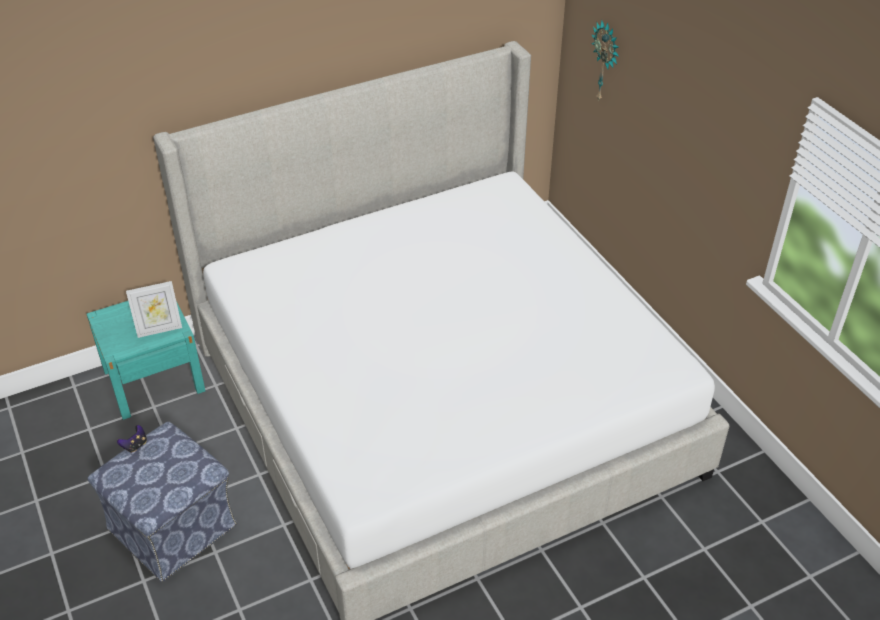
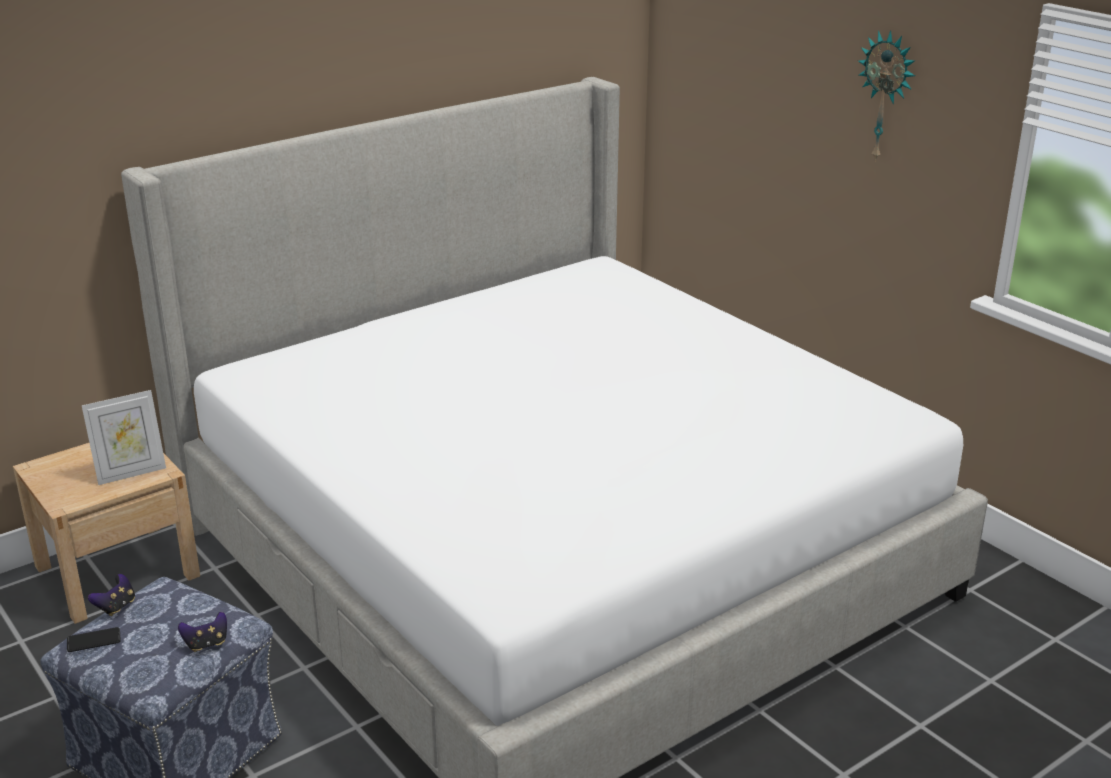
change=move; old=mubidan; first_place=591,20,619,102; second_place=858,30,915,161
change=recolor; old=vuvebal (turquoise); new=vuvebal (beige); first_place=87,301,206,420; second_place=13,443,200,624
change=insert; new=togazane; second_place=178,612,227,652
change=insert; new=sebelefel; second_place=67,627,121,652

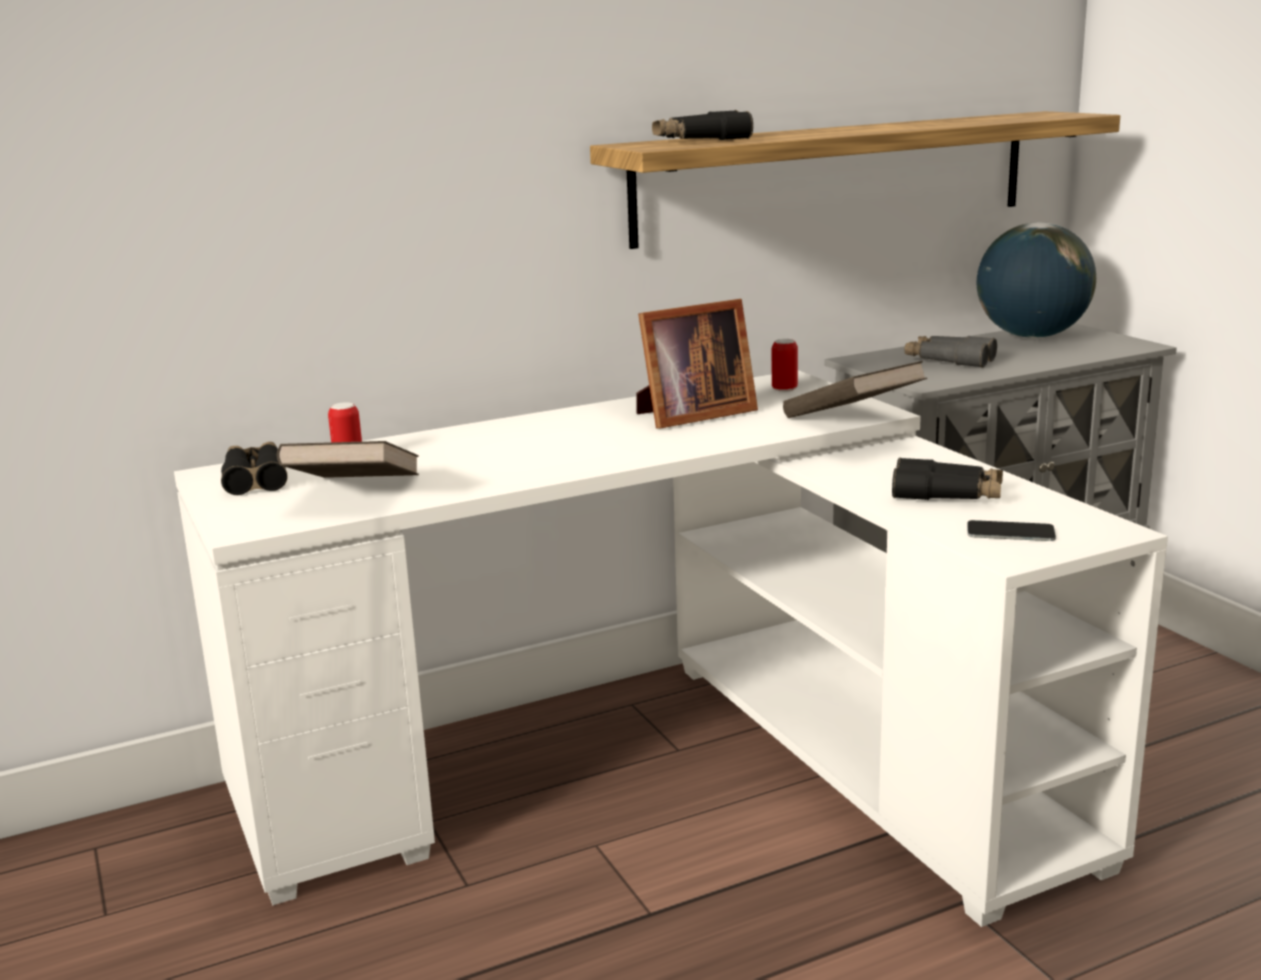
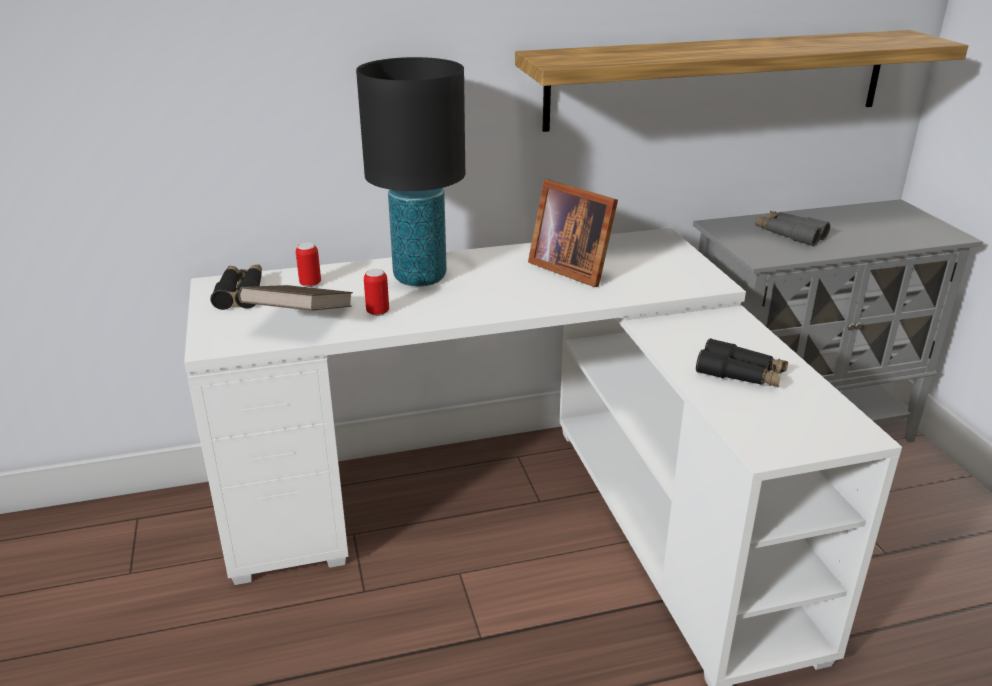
change=delete; old=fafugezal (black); first_place=652,110,753,140
change=delete; old=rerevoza; first_place=977,222,1096,338
change=rotate; old=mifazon; first_place=636,299,758,429; second_place=528,179,618,287; degrees=60
change=move; old=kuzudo; first_place=772,339,798,392; second_place=364,269,389,316
change=delete; old=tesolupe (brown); first_place=783,361,927,418
change=delete; old=sebelefel; first_place=967,520,1056,541
change=insert; new=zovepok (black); second_place=356,57,465,287

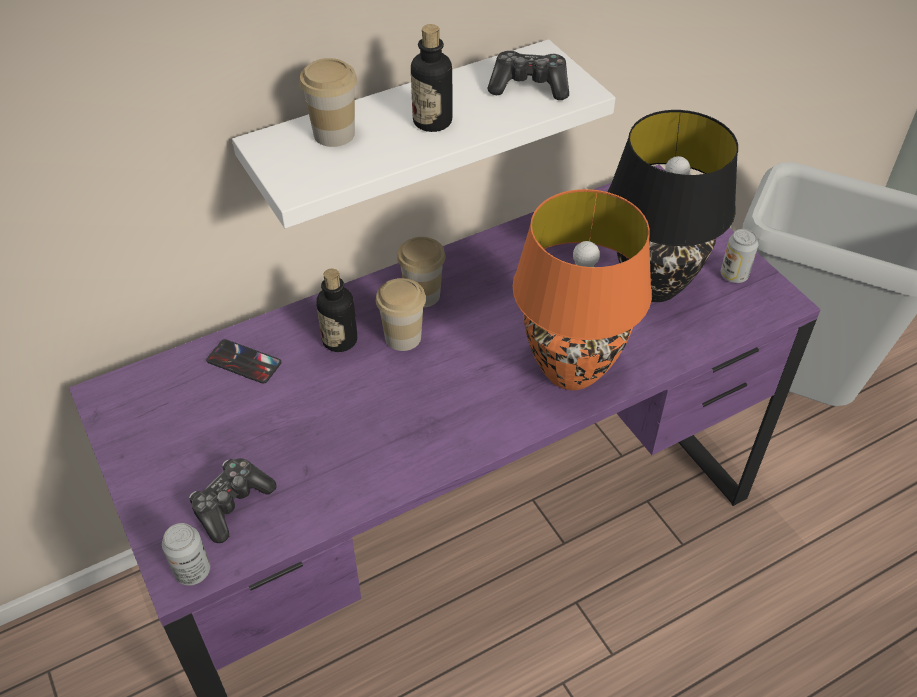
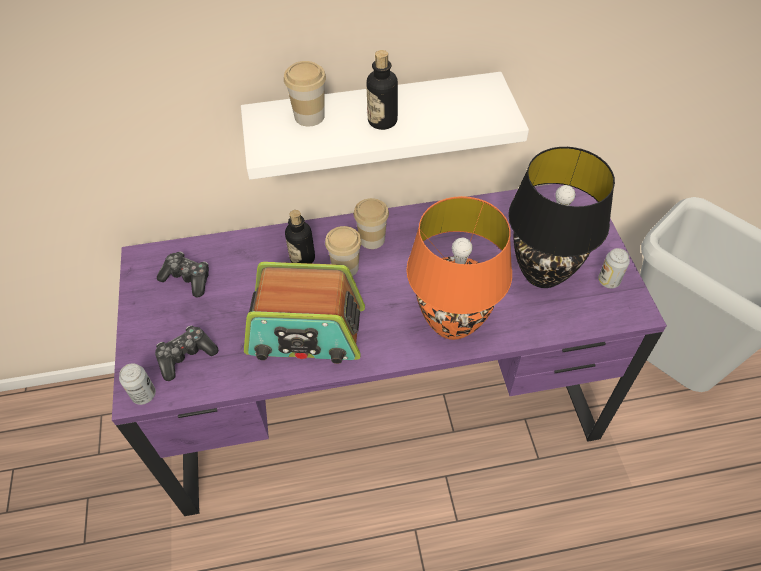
change=move; old=togazane; first_place=488,50,569,100; second_place=157,251,209,298
change=delete; old=sebelefel; first_place=206,339,281,384
change=insert; new=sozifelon; second_place=244,262,365,364

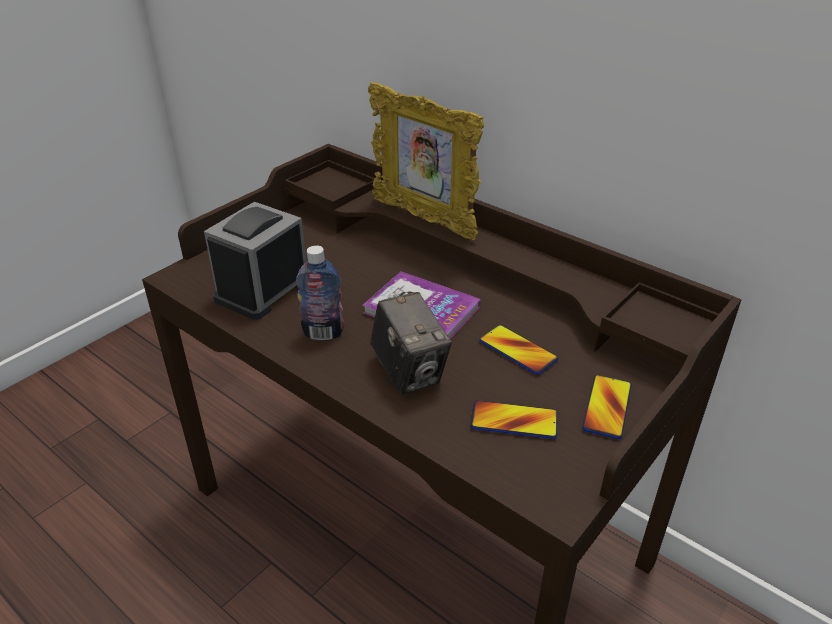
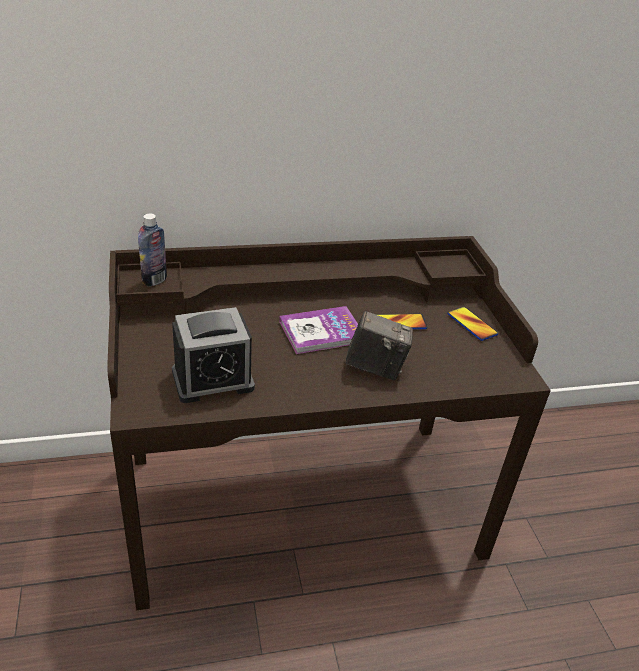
change=delete; old=mifazon; first_place=368,82,484,240
change=rotate; old=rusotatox; first_place=204,202,306,320; second_place=172,307,255,403; degrees=-90
change=move; old=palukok; first_place=296,245,344,341; second_place=138,214,167,287
change=delete; old=sebelefel; first_place=470,400,558,439

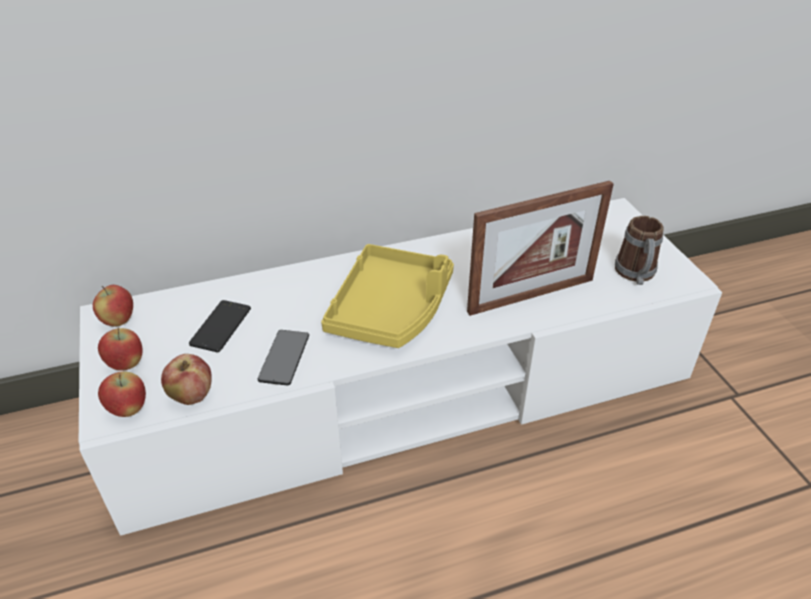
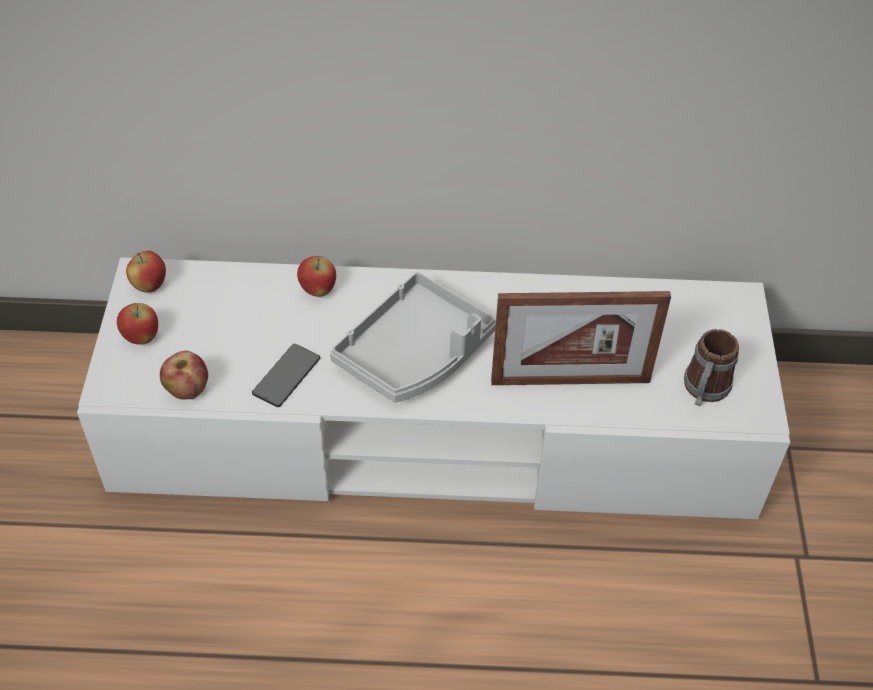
change=recolor; old=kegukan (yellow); new=kegukan (grey); first_place=321,244,454,348; second_place=330,272,496,402
change=delete; old=sebelefel; first_place=189,300,251,352
change=move; old=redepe; first_place=98,371,146,417; second_place=297,256,336,297

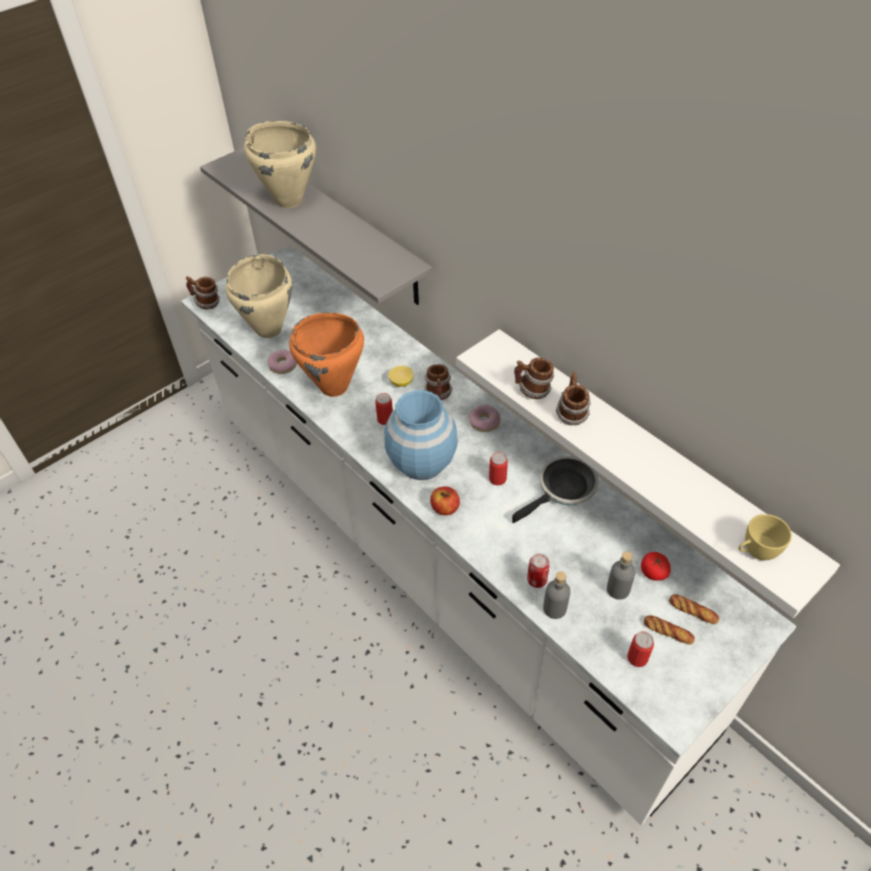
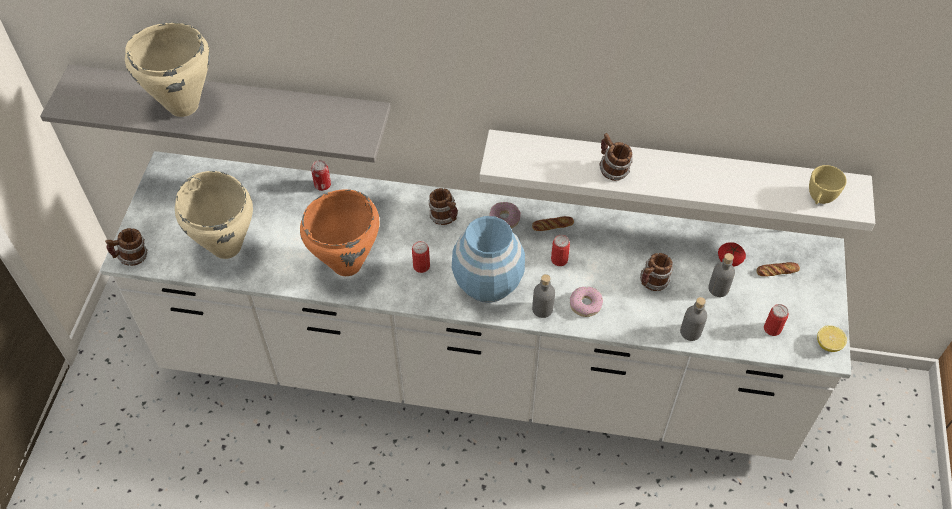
change=move; old=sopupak; first_place=268,350,297,374; second_place=570,287,603,317
change=move; old=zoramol; first_place=514,358,554,399; second_place=640,253,673,291
change=move; old=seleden; first_place=388,366,414,387; second_place=817,325,847,352
change=delete; old=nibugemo; first_place=512,456,599,523
change=replace; old=redepe; new=palukok (grey); first_place=430,486,460,515; second_place=532,274,555,318
change=move; old=kuzudo; first_place=527,553,550,588; second_place=311,160,331,191
change=move; old=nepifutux; first_place=644,615,695,645; second_place=532,216,574,231

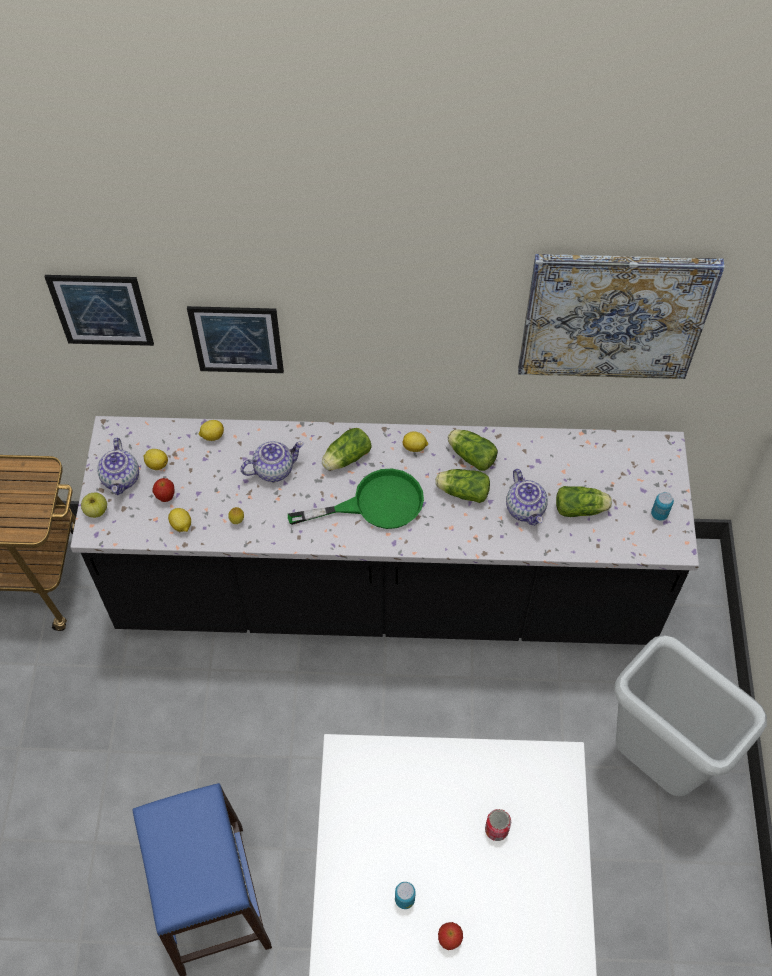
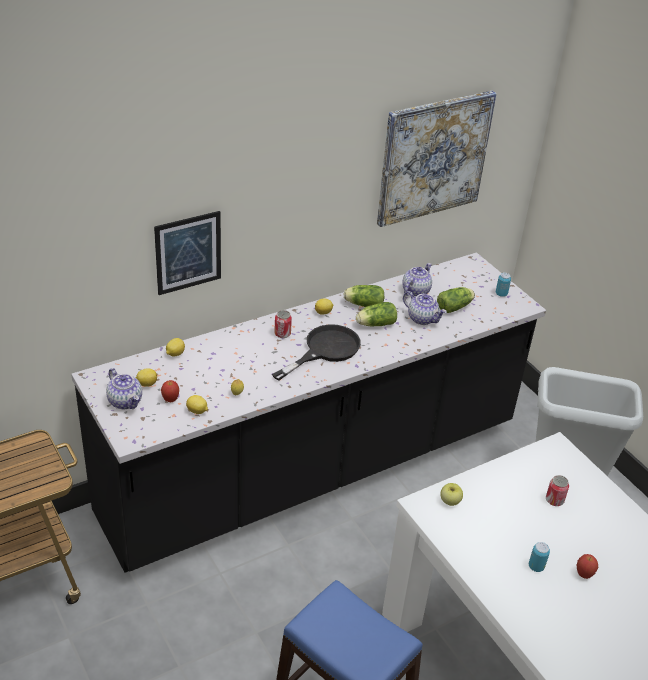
change=delete; old=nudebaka; first_place=45,275,154,346
change=replace; old=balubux; new=kuzudo; first_place=322,428,372,470; second_place=274,310,292,338
change=move; old=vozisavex; first_place=241,441,304,482; second_place=402,263,432,296
change=recolor; old=nibugemo (green); new=nibugemo (black); first_place=288,468,424,529; second_place=272,324,361,381
change=move; old=redepe; first_place=81,493,107,518; second_place=440,483,463,506

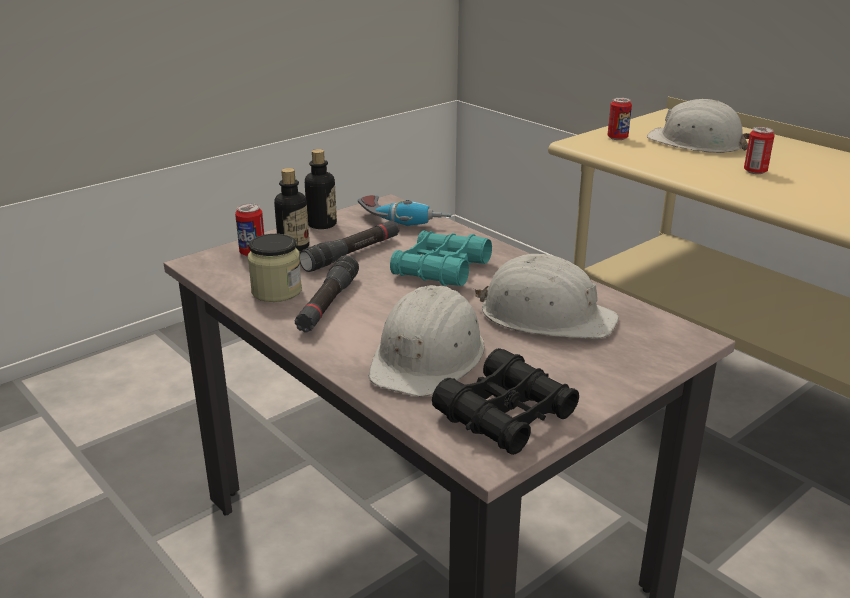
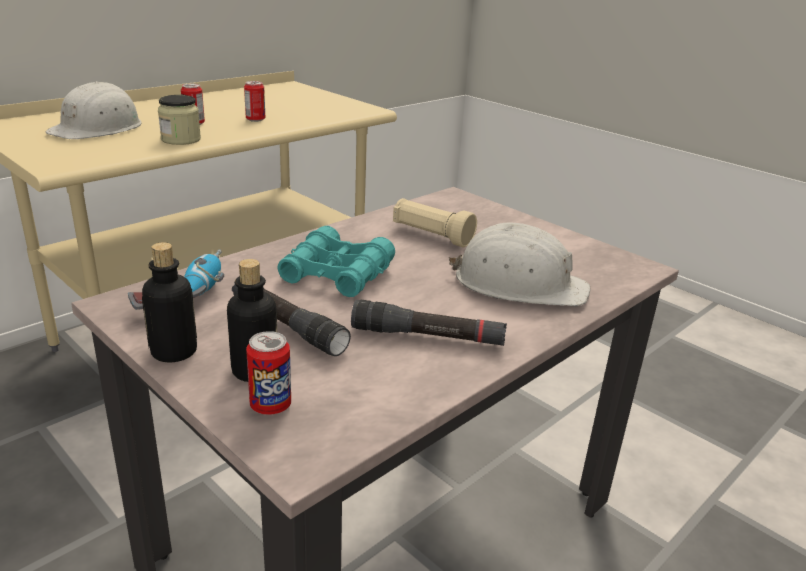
change=move; old=kuzudo; first_place=607,98,632,140; second_place=244,81,265,122
change=move; old=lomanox; first_place=248,234,302,302; second_place=158,95,201,145
change=replace; old=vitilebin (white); new=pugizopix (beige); first_place=475,254,619,339; second_place=393,198,477,247
change=delete; old=fafugezal (black); first_place=432,348,579,455

